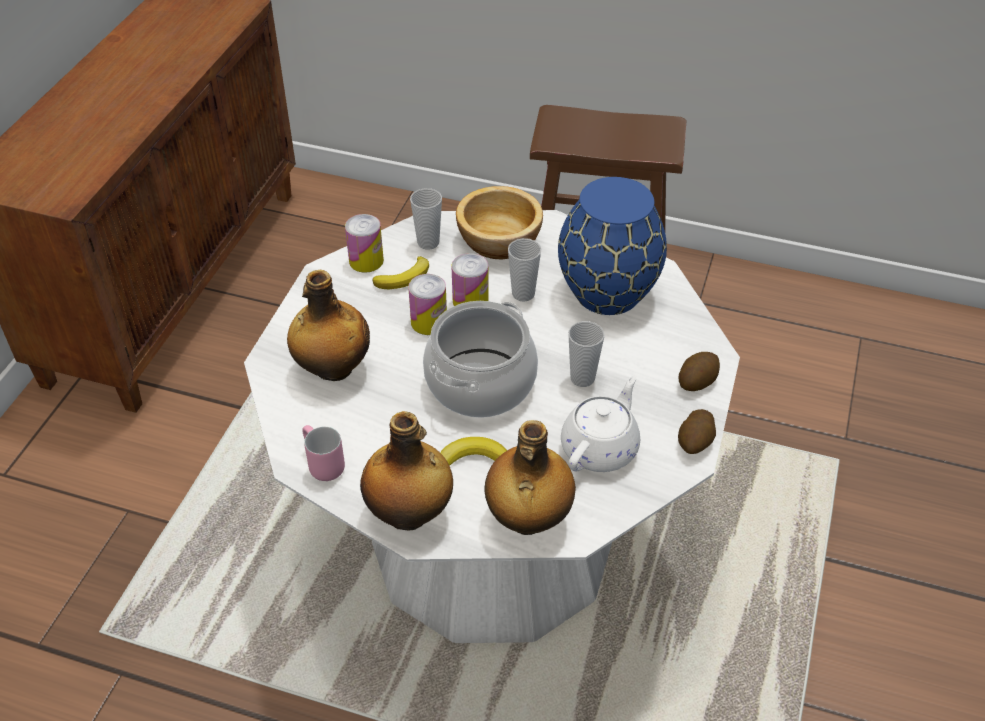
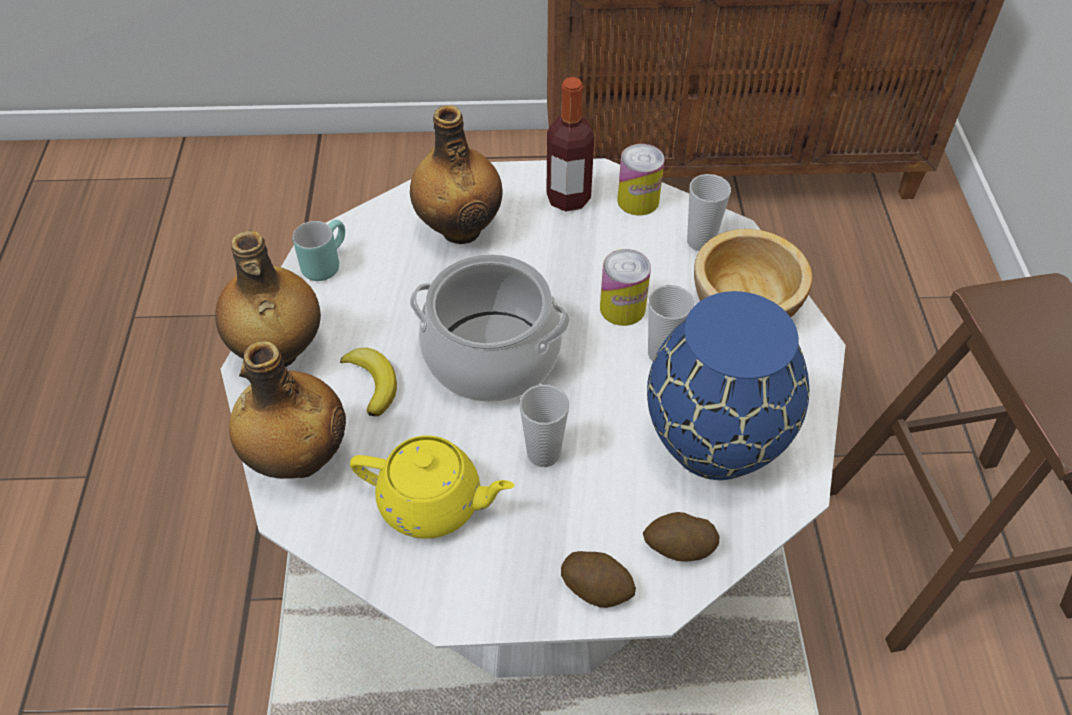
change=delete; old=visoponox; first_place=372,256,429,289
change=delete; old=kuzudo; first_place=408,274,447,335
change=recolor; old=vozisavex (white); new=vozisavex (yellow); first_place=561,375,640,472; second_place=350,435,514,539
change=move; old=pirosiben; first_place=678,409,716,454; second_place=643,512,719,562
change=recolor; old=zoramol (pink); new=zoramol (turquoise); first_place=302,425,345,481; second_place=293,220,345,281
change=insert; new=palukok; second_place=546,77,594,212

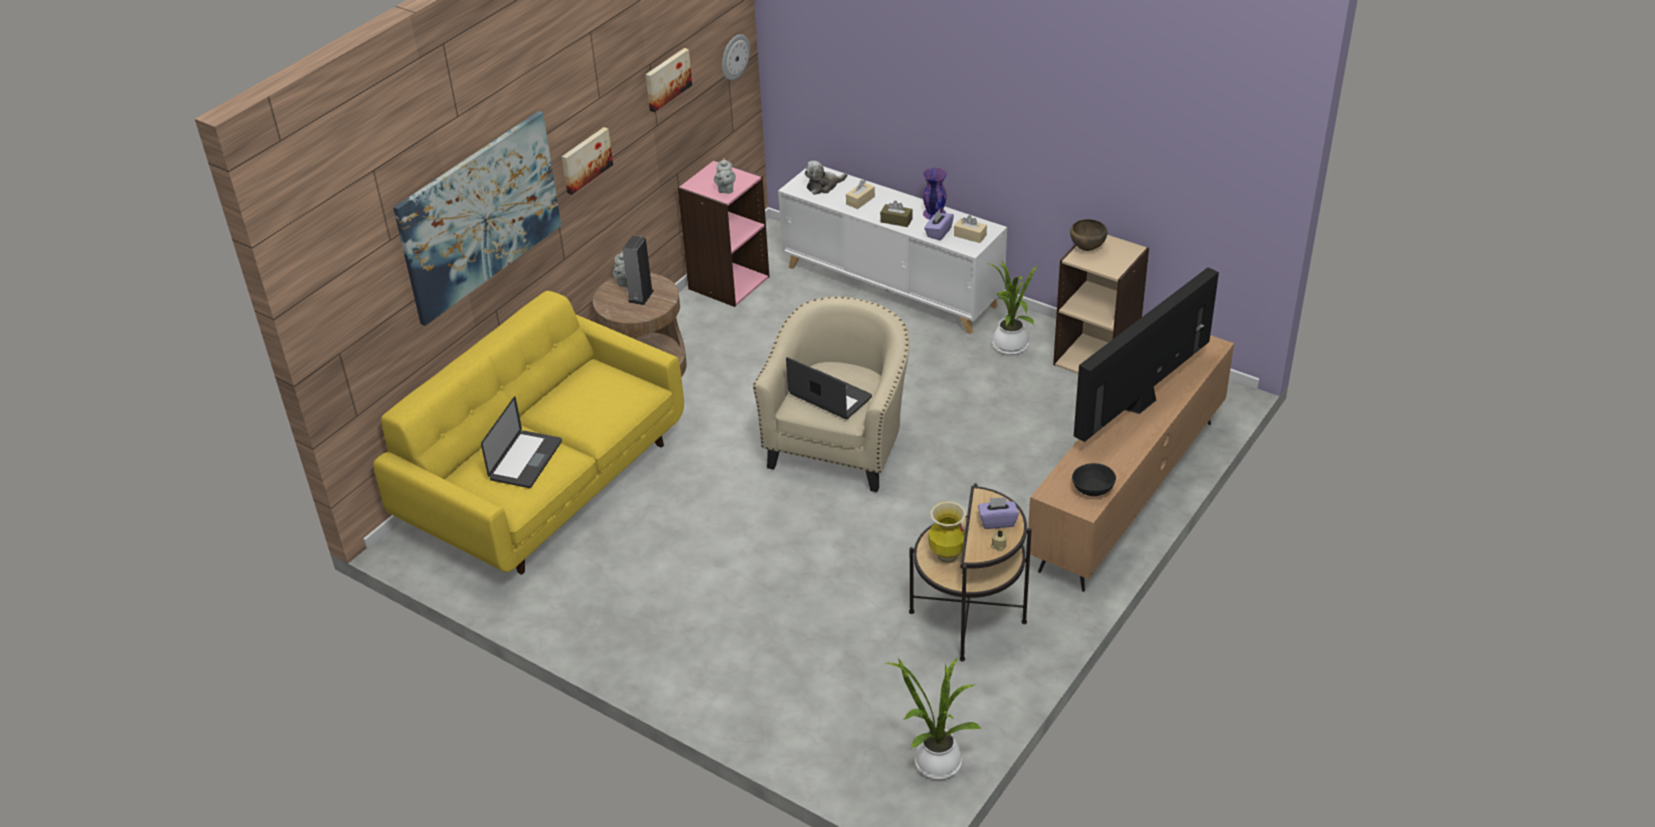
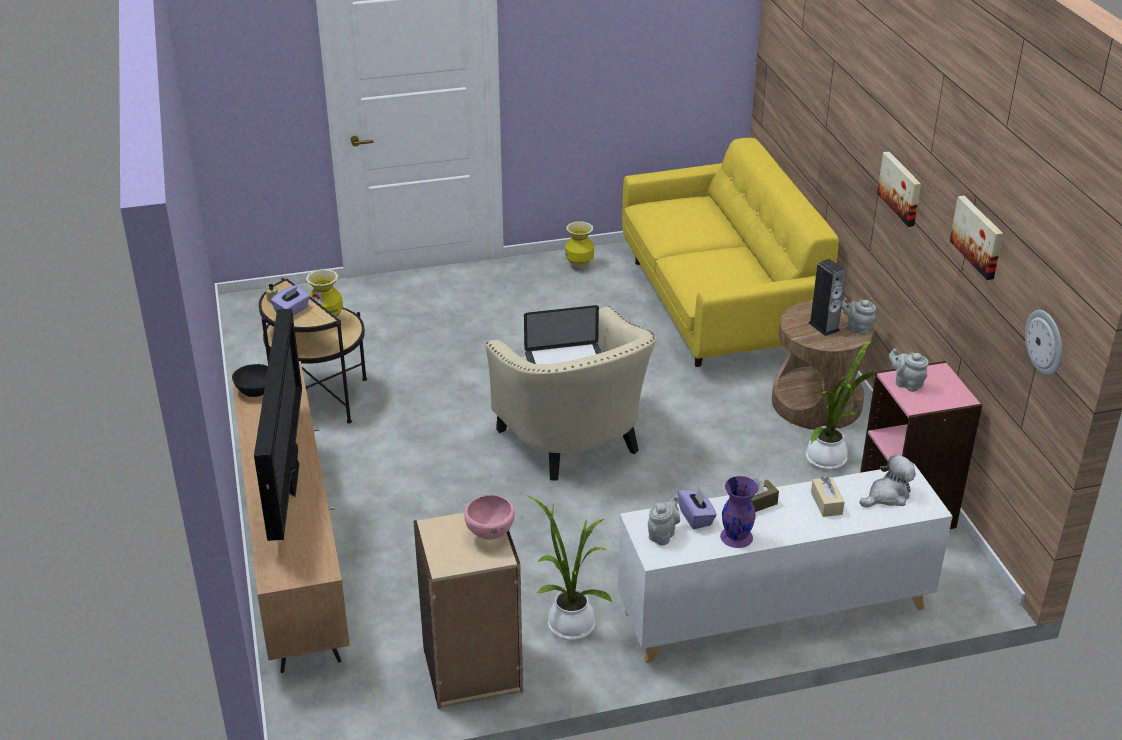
change=delete; old=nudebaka; first_place=393,111,561,326
change=rotate; old=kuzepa; first_place=804,161,847,195; second_place=859,454,916,508; degrees=45
change=replace; old=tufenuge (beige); new=vozisavex (grey); first_place=954,215,987,243; second_place=648,495,680,546
change=recolor; old=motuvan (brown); new=motuvan (pink); first_place=1070,219,1108,251; second_place=464,495,515,540
change=delete; old=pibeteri; first_place=481,396,562,488
change=move; old=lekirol; first_place=886,657,982,779; second_place=806,339,876,470
change=insert; new=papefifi; second_place=565,221,594,271

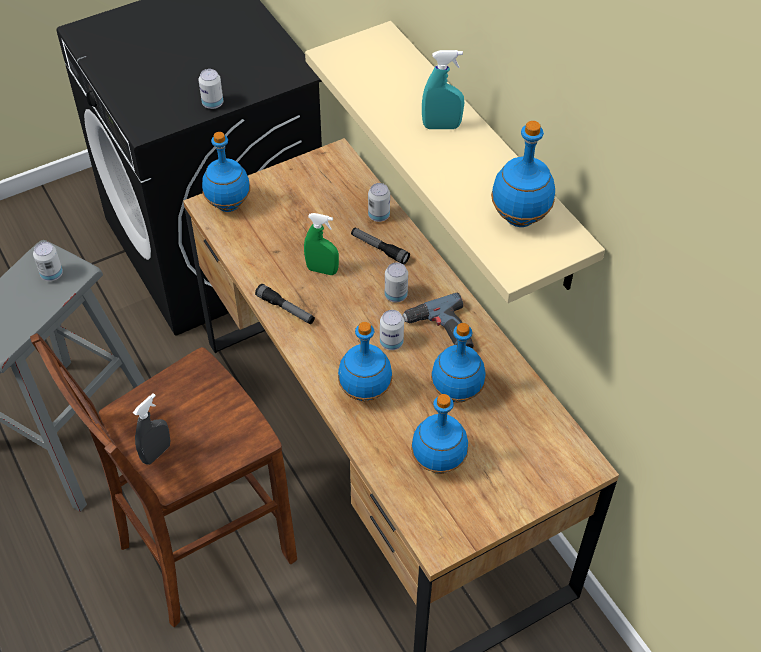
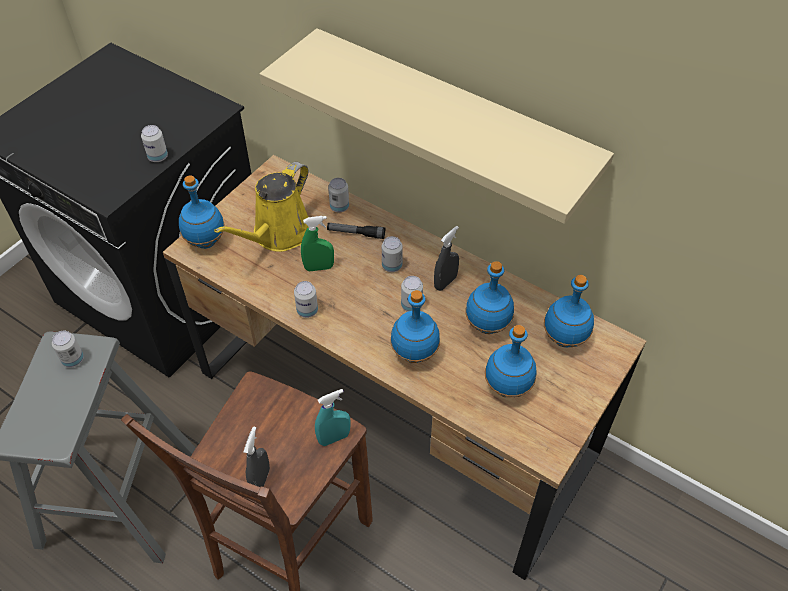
change=move; old=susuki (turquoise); first_place=422,50,464,129; second_place=315,389,351,446
change=move; old=palukok (blue); first_place=491,121,555,227; second_place=544,275,594,348
change=replace; old=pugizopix; new=kuzudo; first_place=255,284,315,324; second_place=294,281,318,318
change=replace; old=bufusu; new=susuki (grey); first_place=402,292,474,349; second_place=434,226,459,291
change=insert; new=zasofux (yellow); second_place=214,162,309,252

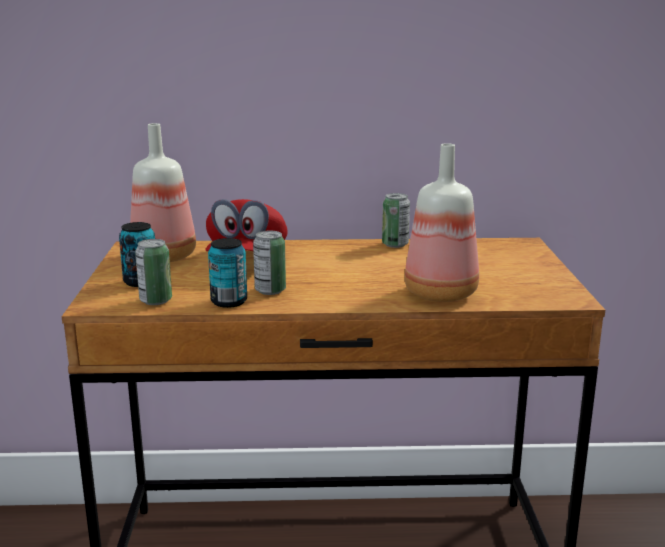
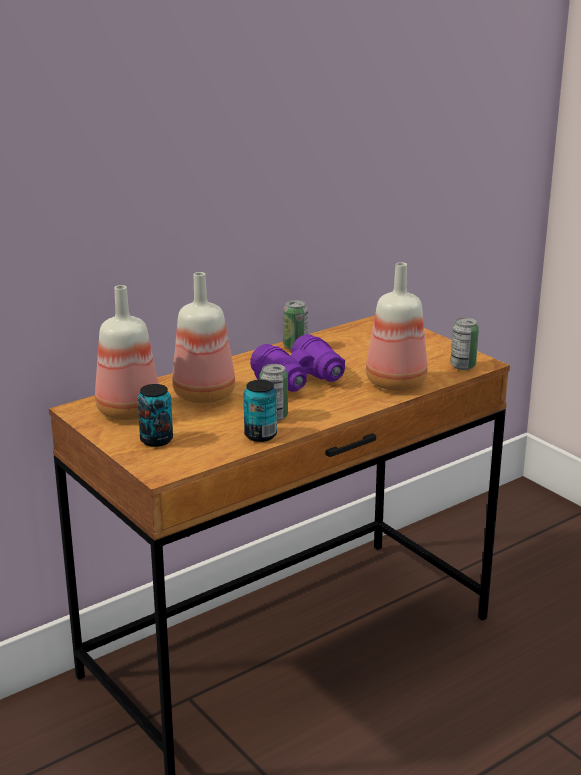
change=replace; old=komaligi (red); new=palukok; first_place=206,199,288,251; second_place=172,272,235,403
change=move; old=kuzudo; first_place=135,239,172,305; second_place=450,318,479,370
change=insert; new=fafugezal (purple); second_place=250,334,345,392

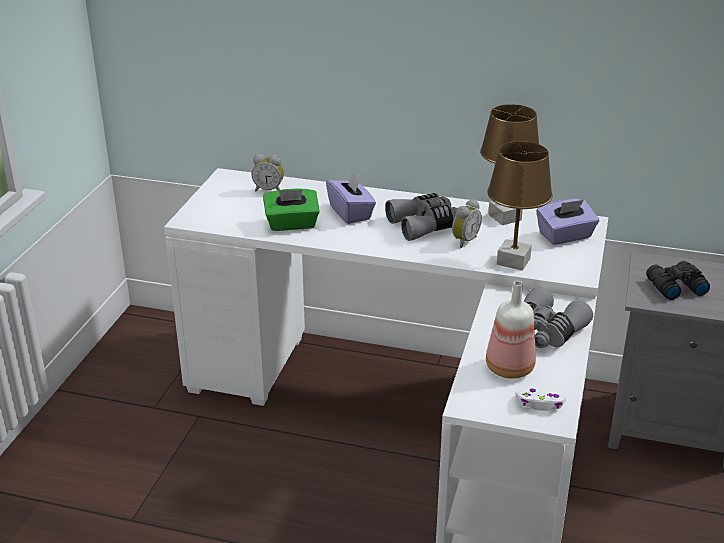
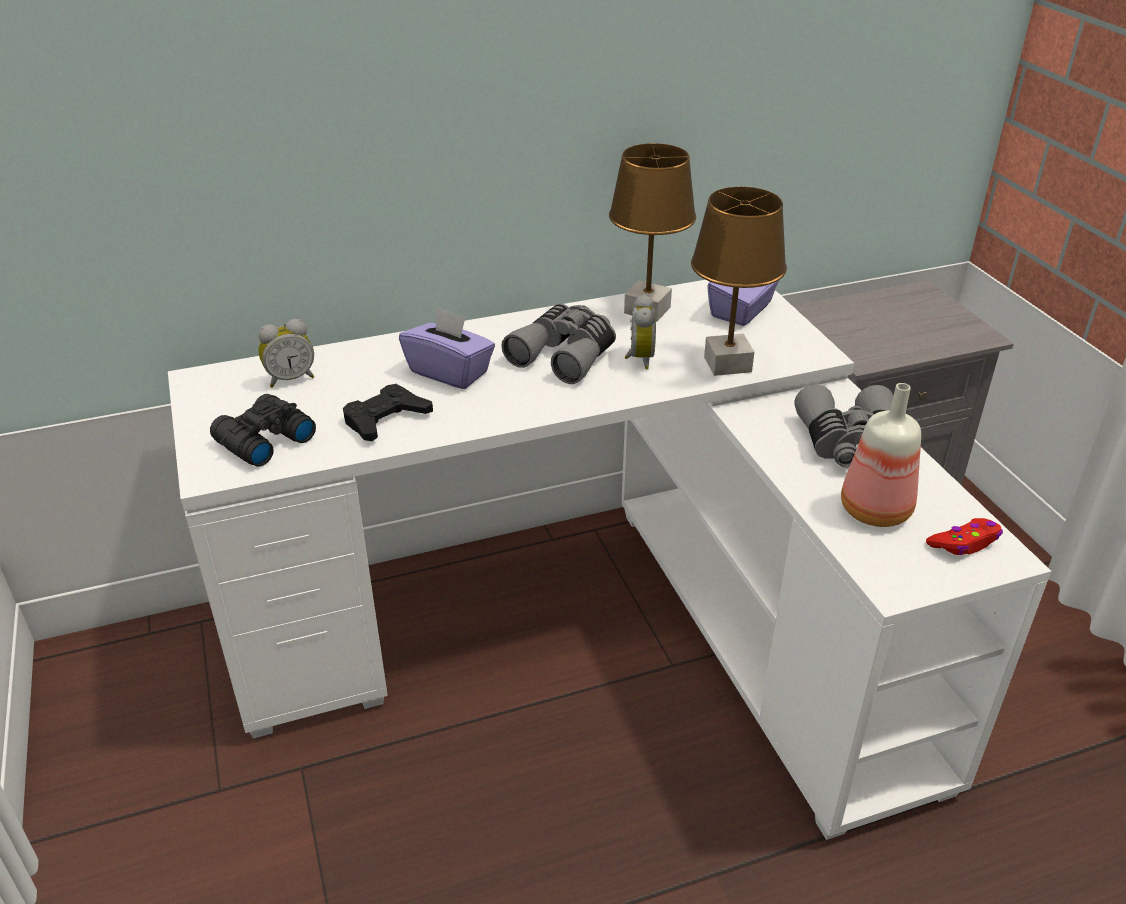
change=replace; old=tufenuge (green); new=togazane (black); first_place=263,189,320,231; second_place=343,384,433,441
change=move; old=fafugezal (black); first_place=646,261,710,300; second_place=210,394,316,467
change=recolor; old=togazane (white); new=togazane (red); first_place=515,389,566,411; second_place=926,518,1003,555

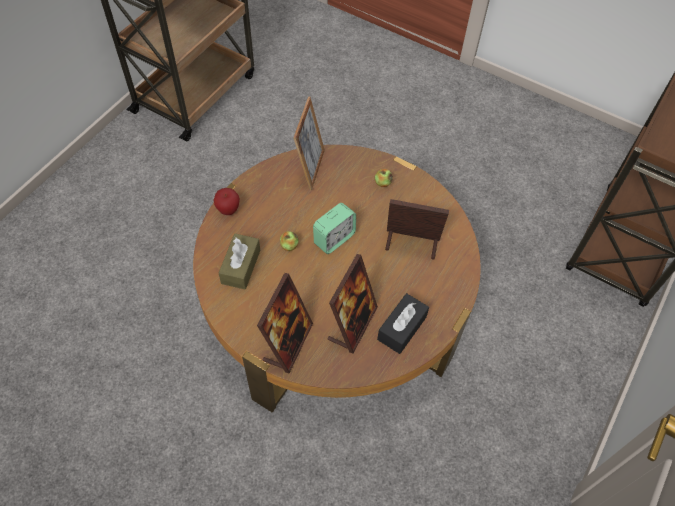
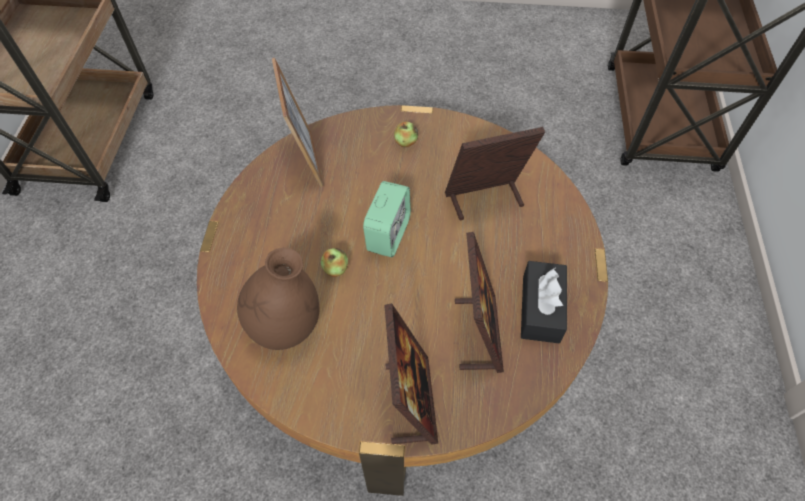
change=delete; old=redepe; first_place=213,188,240,215
change=replace; old=tufenuge (brown); new=papefifi (brown); first_place=219,234,260,289; second_place=237,248,319,350

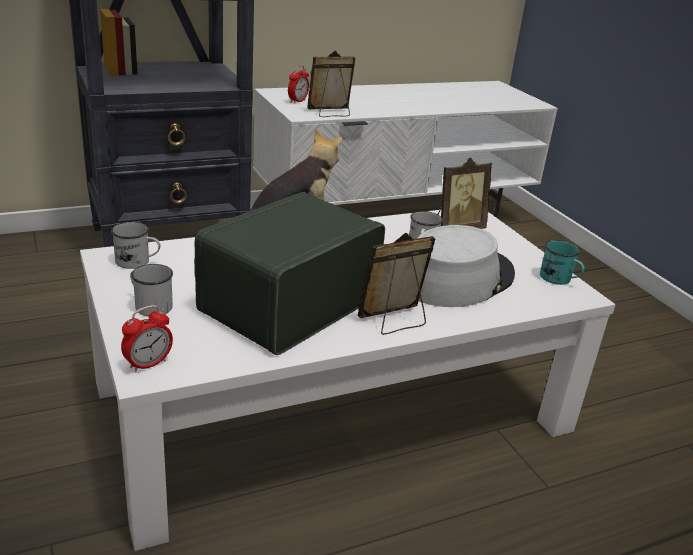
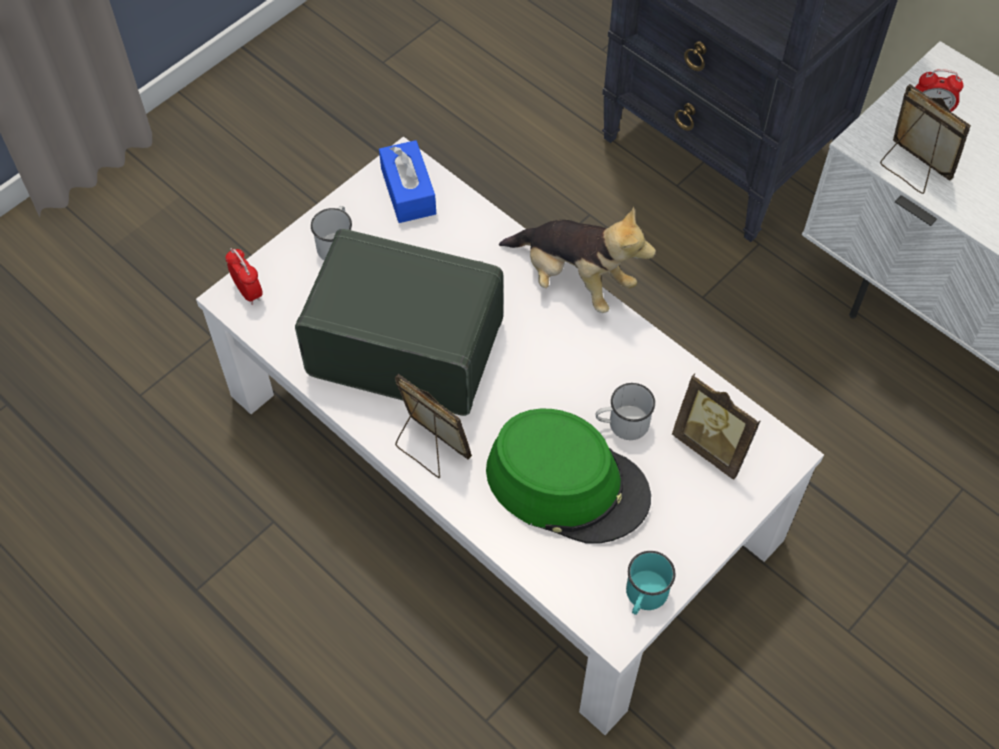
change=replace; old=zoramol (white); new=tufenuge (blue); first_place=111,222,160,269; second_place=379,140,436,223
change=recolor; old=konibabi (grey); new=konibabi (green); first_place=417,225,515,307; second_place=486,409,651,544
change=rotate; old=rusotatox; first_place=121,305,173,373; second_place=225,248,263,305; degrees=-150

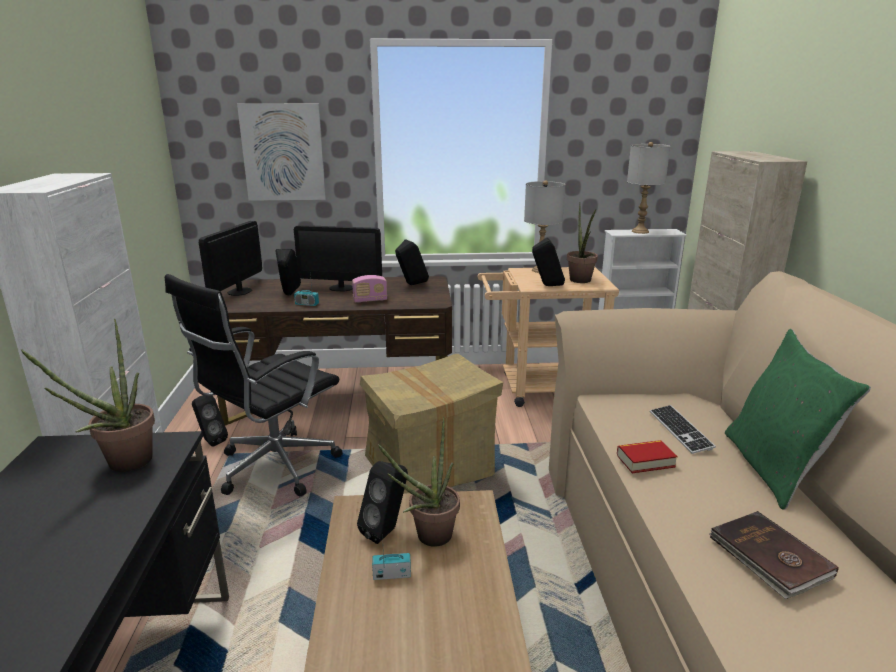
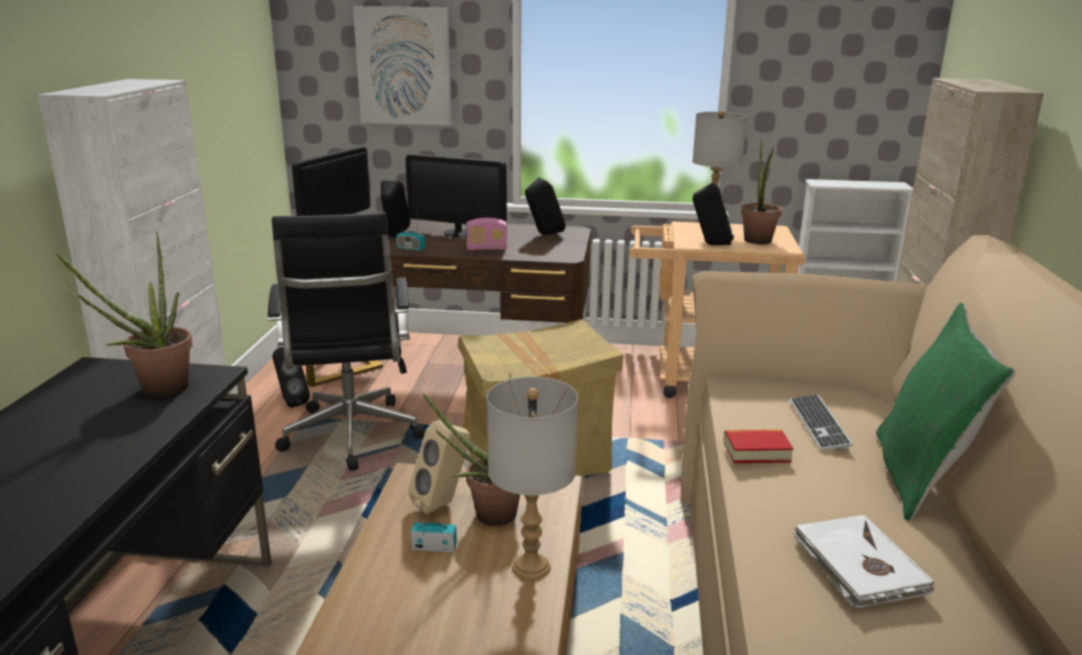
change=move; old=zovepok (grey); first_place=627,142,670,234; second_place=487,377,578,580
change=rotate; old=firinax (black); first_place=165,274,343,496; second_place=267,212,425,471; degrees=-60
change=recolor; old=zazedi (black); new=zazedi (beige); first_place=357,461,408,544; second_place=408,420,470,515
change=recolor; old=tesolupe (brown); new=tesolupe (white); first_place=709,511,838,599; second_place=793,515,934,608

